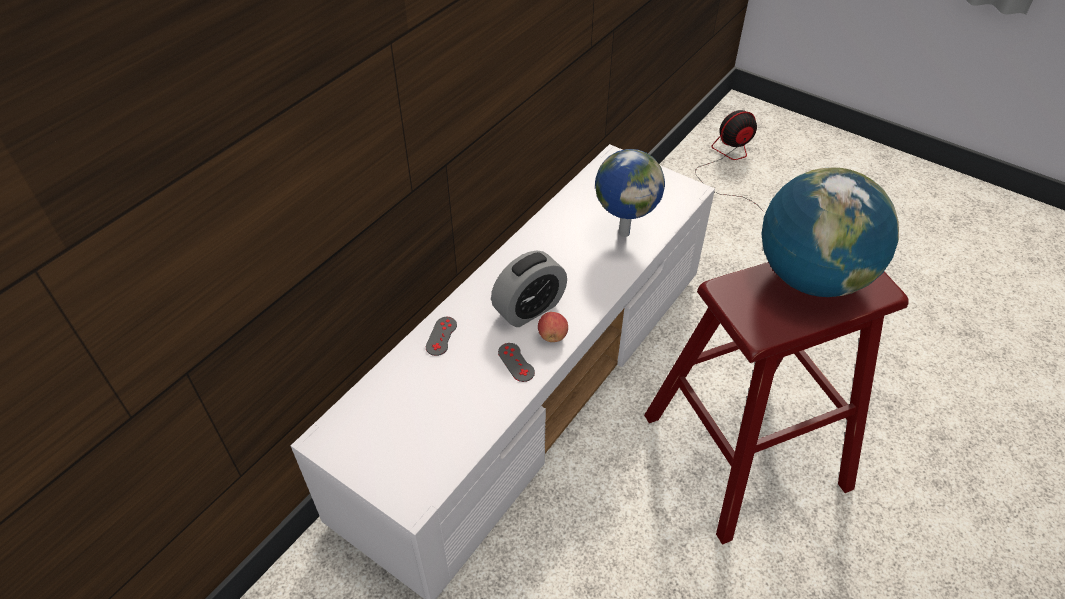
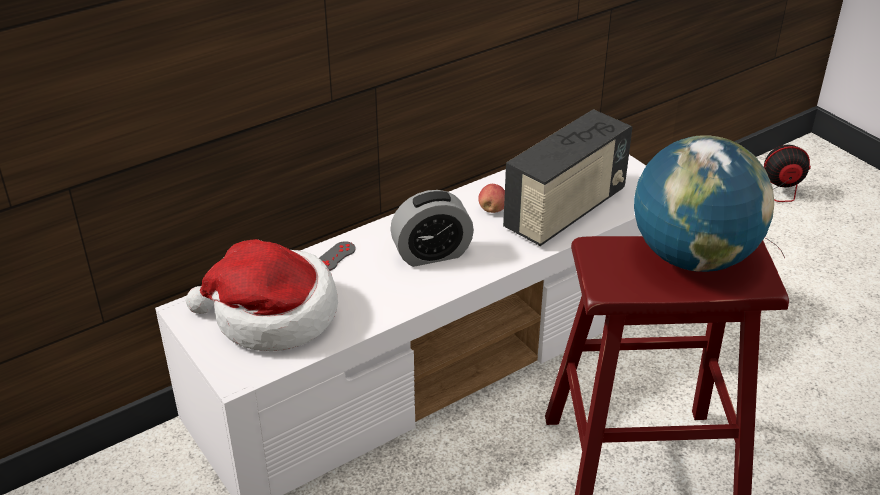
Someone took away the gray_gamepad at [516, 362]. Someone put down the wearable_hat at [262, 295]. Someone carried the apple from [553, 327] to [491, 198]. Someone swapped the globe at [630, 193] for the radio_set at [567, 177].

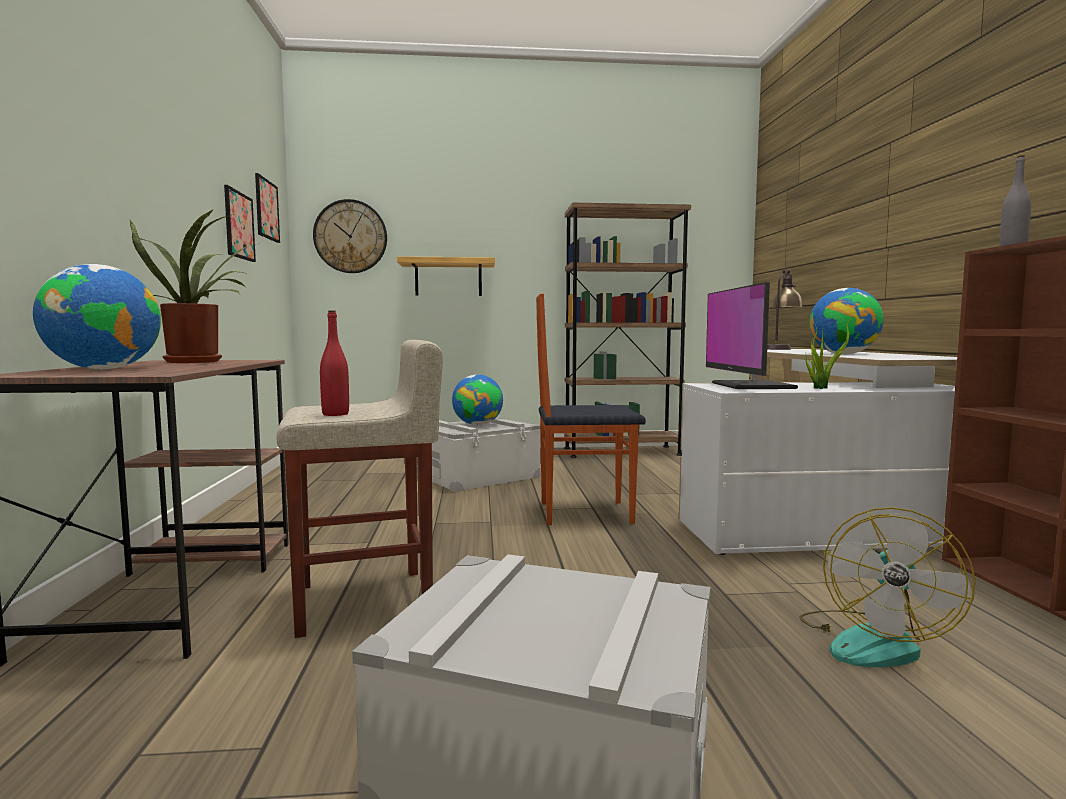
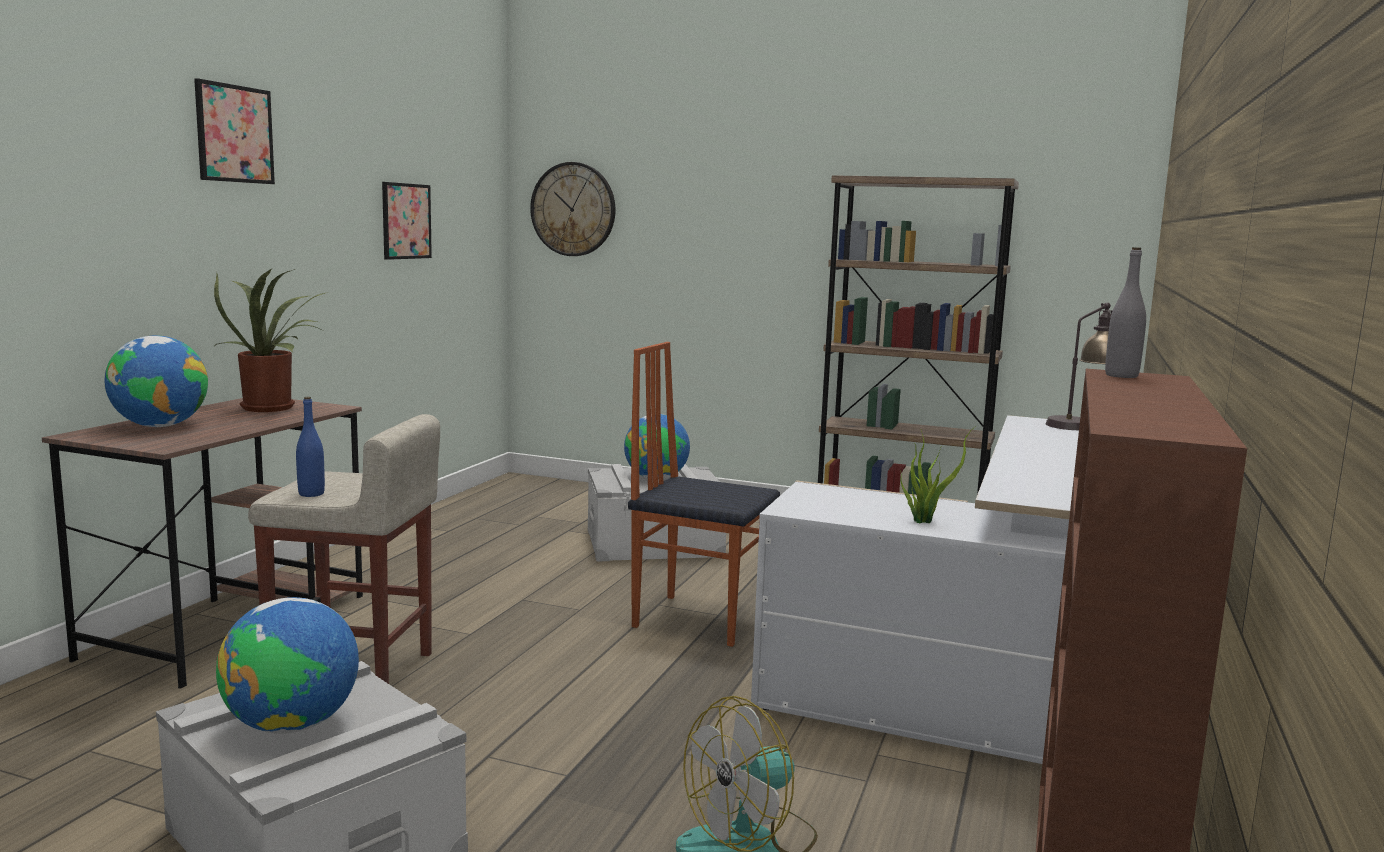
Someone took away the wall_shelf at [446, 276]. Someone took away the computer_display at [752, 335]. Someone carried the picture from [267, 208] to [234, 131]. Someone carried the globe from [846, 321] to [287, 665]. Someone repainted the red-coloured_bottle at [334, 363], which became the blue_bottle at [310, 447].

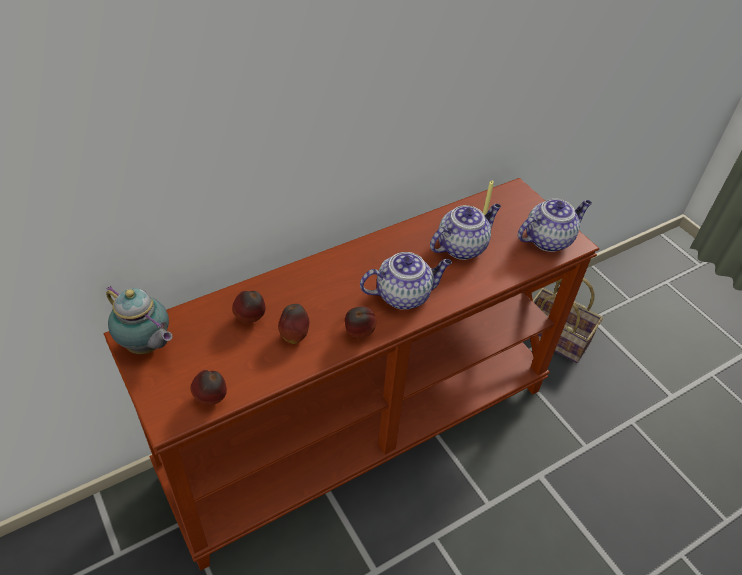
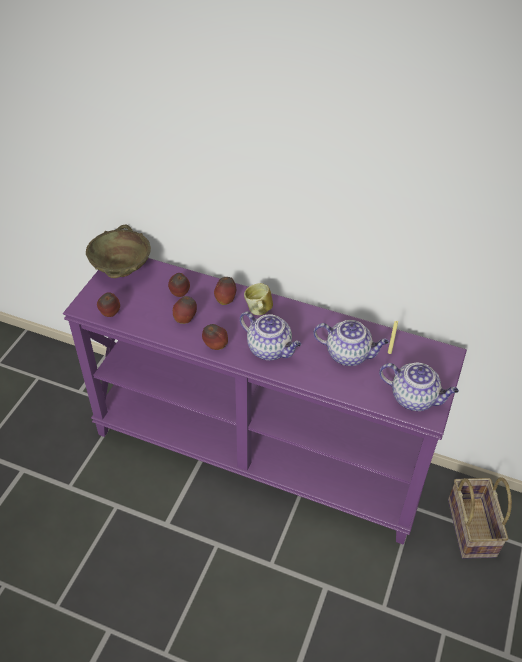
Someone put down the apple at [225, 291]. Someone put down the tea_mug at [258, 299]. Someone swapped the pot_for_tea at [139, 320] for the beige_bowl at [118, 251]. Someone repainted the brown-coloured_narrow_table at [351, 374], which became the purple-coloured_narrow_table at [265, 401].

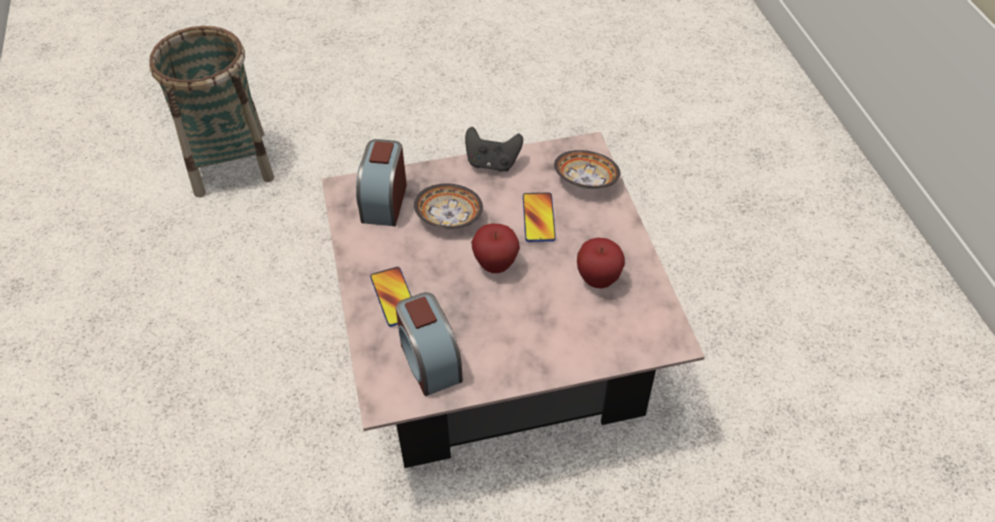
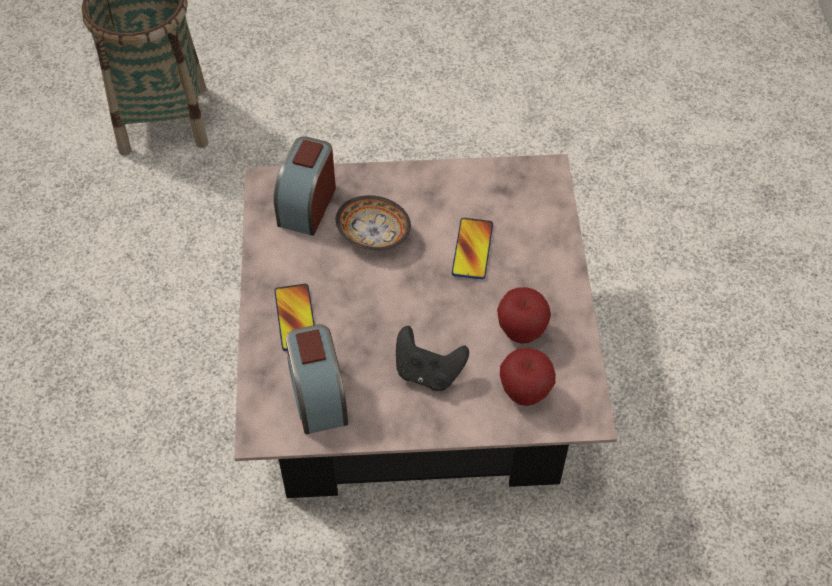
Someone took away the bowl at [587, 169]. Someone carried the black-coloured_gamepad from [494, 149] to [432, 358]. Someone carried the apple from [495, 248] to [528, 377].

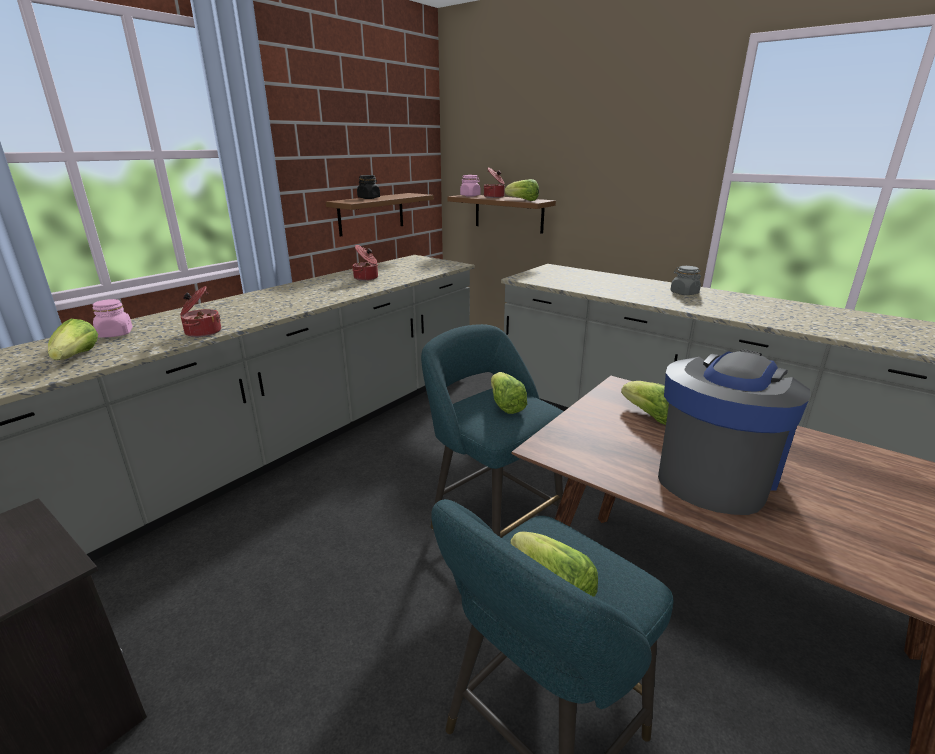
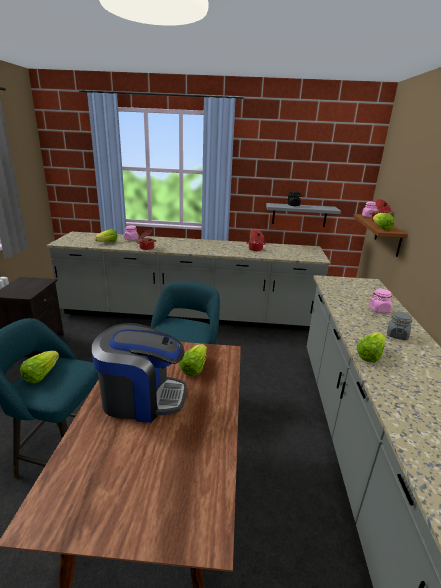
Someone put down the pinkish_jar at [381, 301]. Someone carried the lettuce from [509, 393] to [371, 347]. Someone repainted the brown-coloured_wall_shelf at [380, 215], which became the gray_wall_shelf at [303, 215].

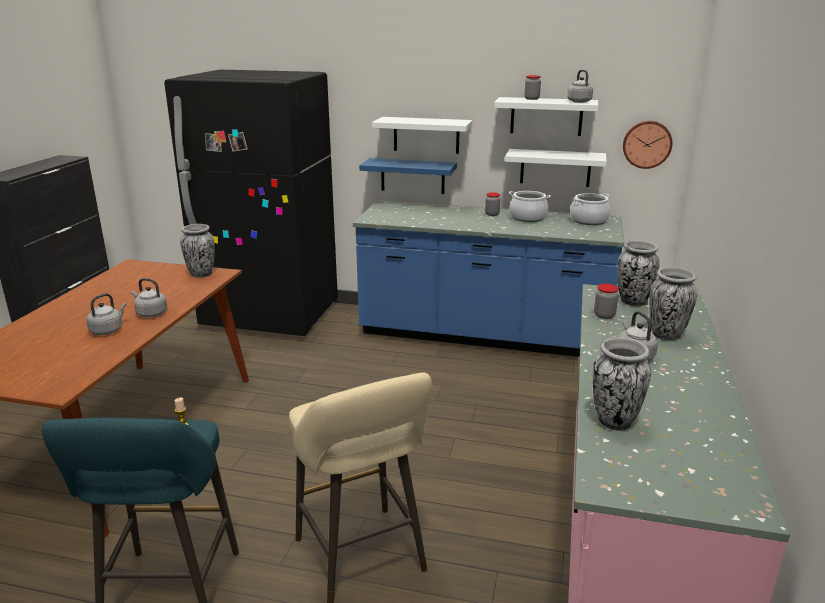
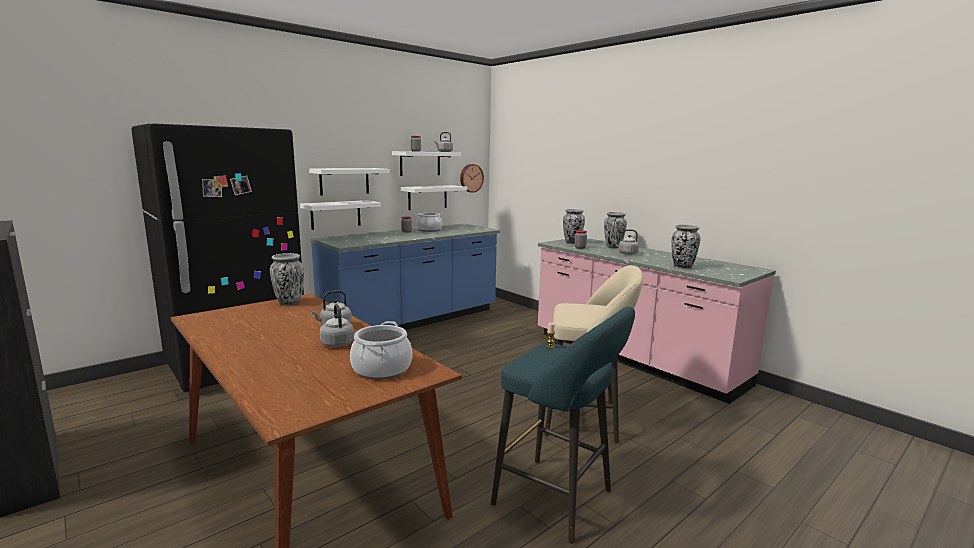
Someone carried the saucepot from [590, 209] to [381, 350]. Someone repainted the blue_wall_shelf at [408, 176], which became the white-coloured_wall_shelf at [340, 215].

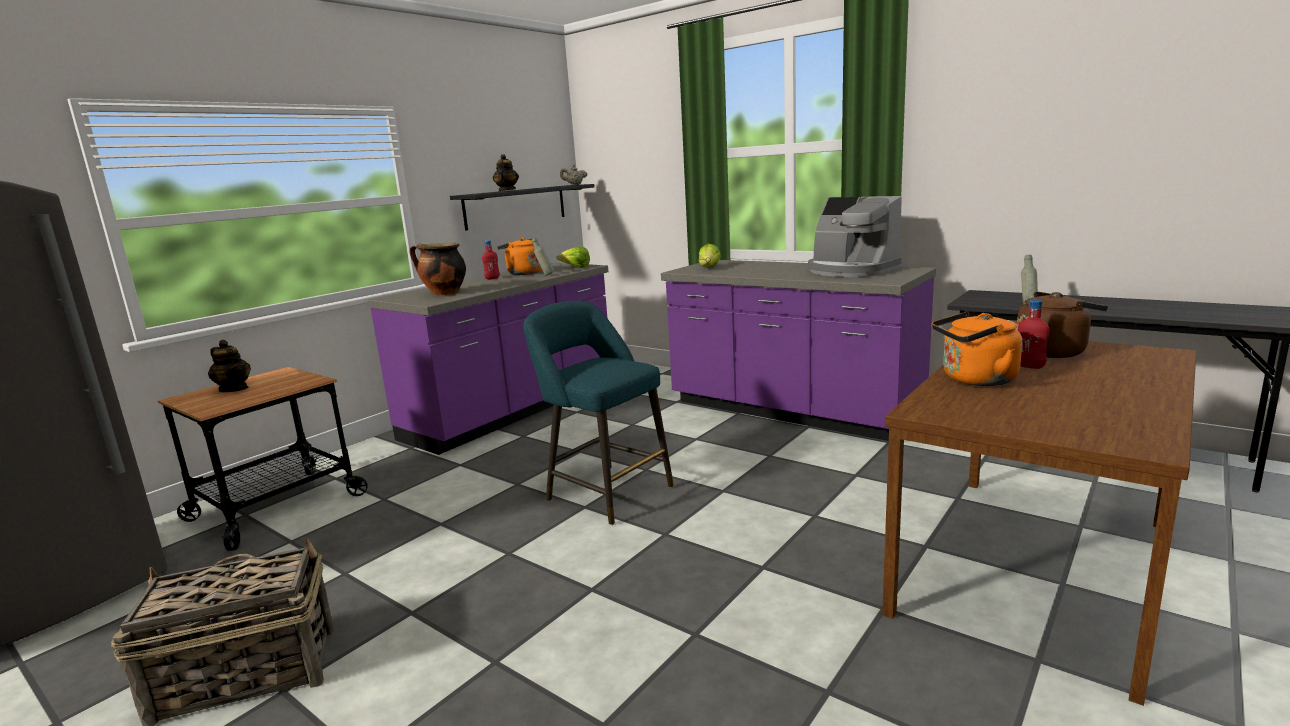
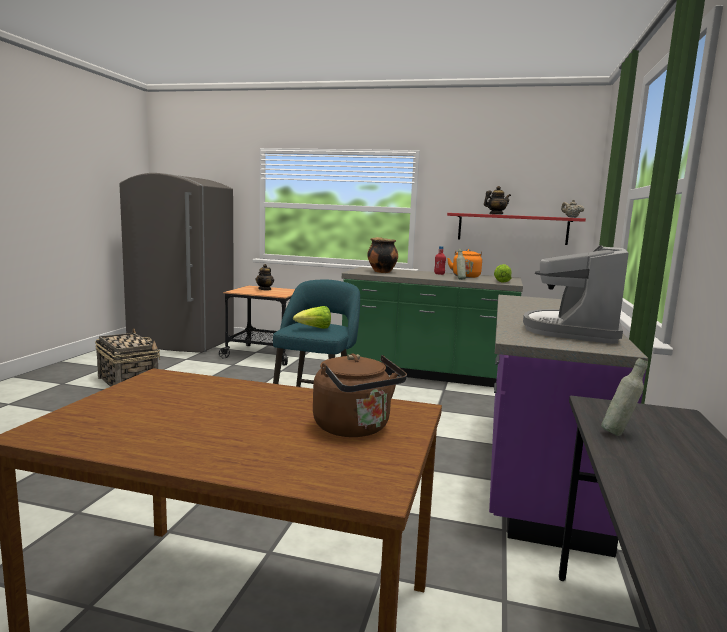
Someone took away the orange_tea_kettle at [977, 349]. Someone took away the red-coloured_bottle at [1034, 334]. Someone carried the lettuce from [710, 255] to [312, 317]. Someone repainted the purple-coloured_kitchen_counter at [488, 359], which became the green_kitchen_counter at [432, 327]. Someone repainted the black-coloured_wall_shelf at [522, 207], which became the red-coloured_wall_shelf at [516, 229].

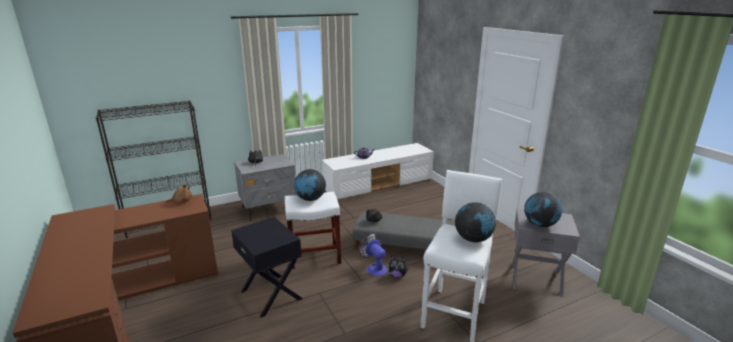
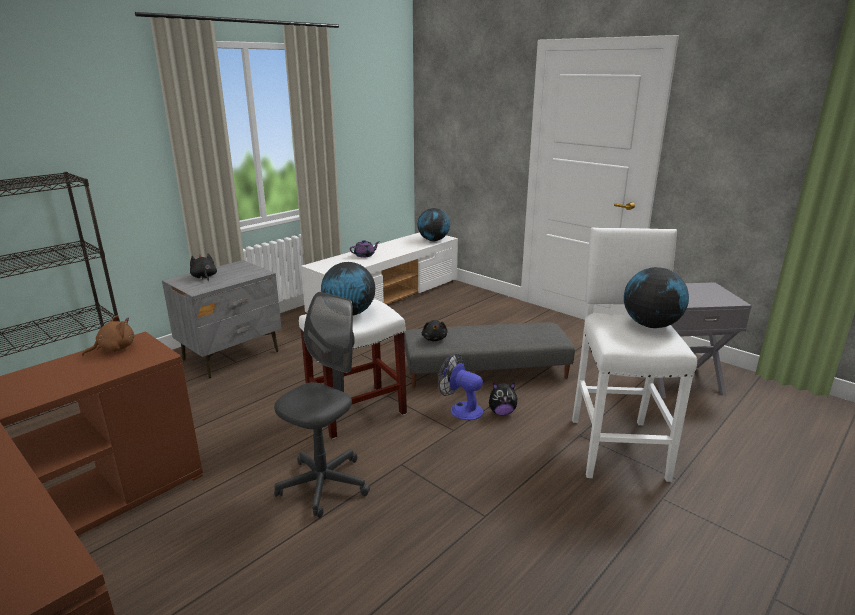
Someone carried the globe from [543, 209] to [434, 224]. Someone swapped the black-coloured_end_table at [267, 267] for the gray_computer_chair at [322, 405].

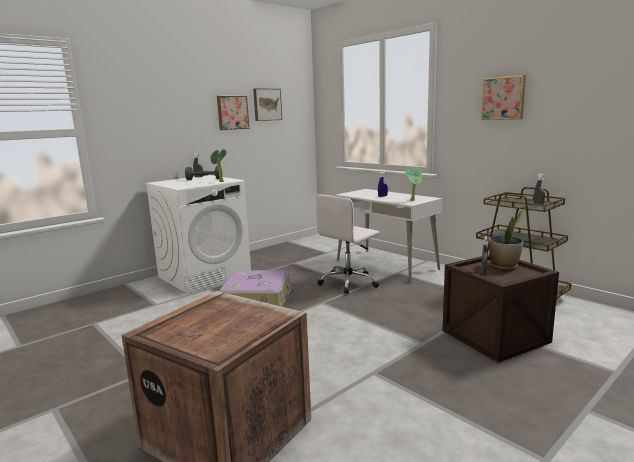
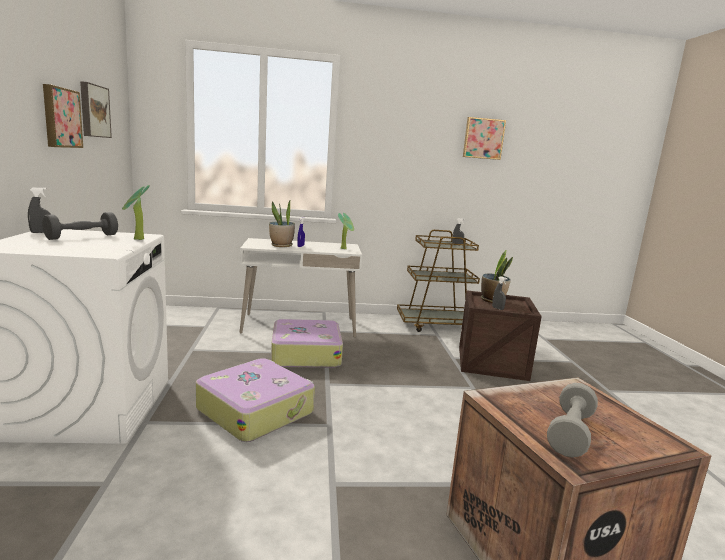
Someone put down the potted_plant at [282, 224]. Someone put down the gray_free_weight at [572, 420]. Someone carried the picture from [503, 97] to [484, 138]. Someone swapped the white-coloured_computer_chair at [347, 244] for the piece_of_luggage at [307, 343].

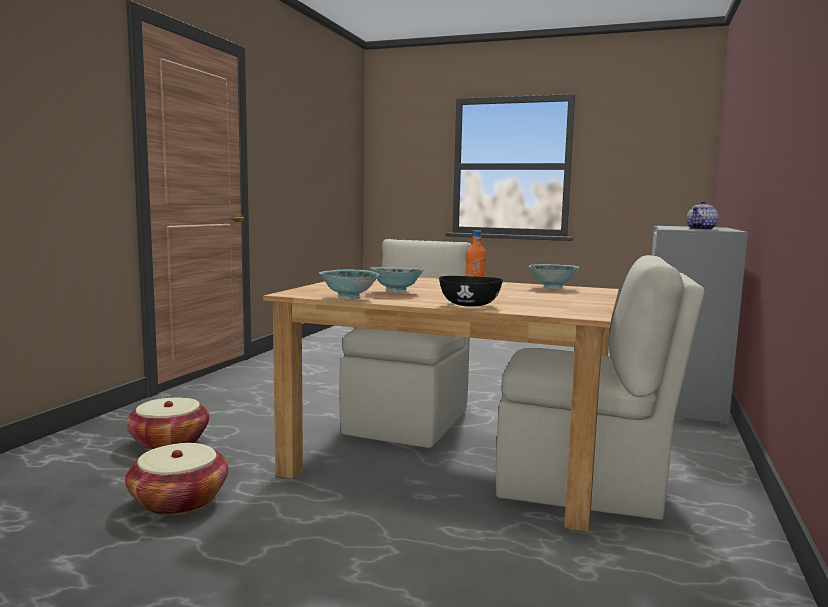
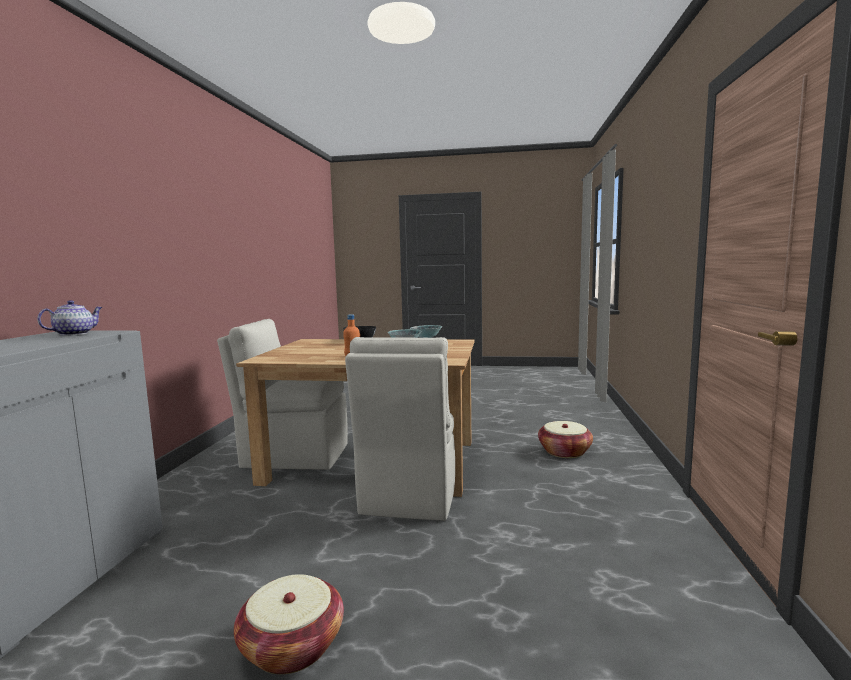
Someone took away the bowl at [554, 276]. Someone carried the household_basket from [176, 479] to [289, 624].

